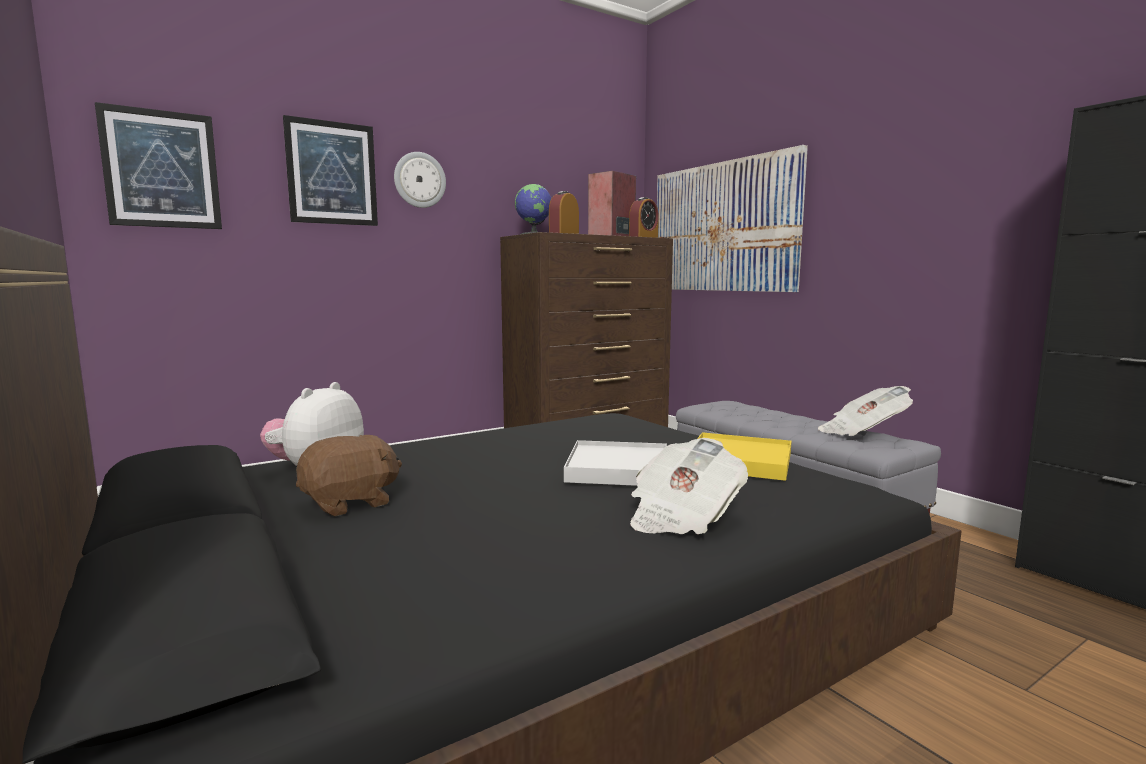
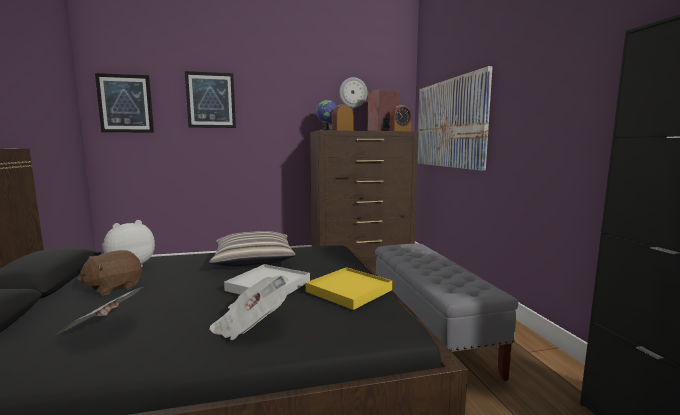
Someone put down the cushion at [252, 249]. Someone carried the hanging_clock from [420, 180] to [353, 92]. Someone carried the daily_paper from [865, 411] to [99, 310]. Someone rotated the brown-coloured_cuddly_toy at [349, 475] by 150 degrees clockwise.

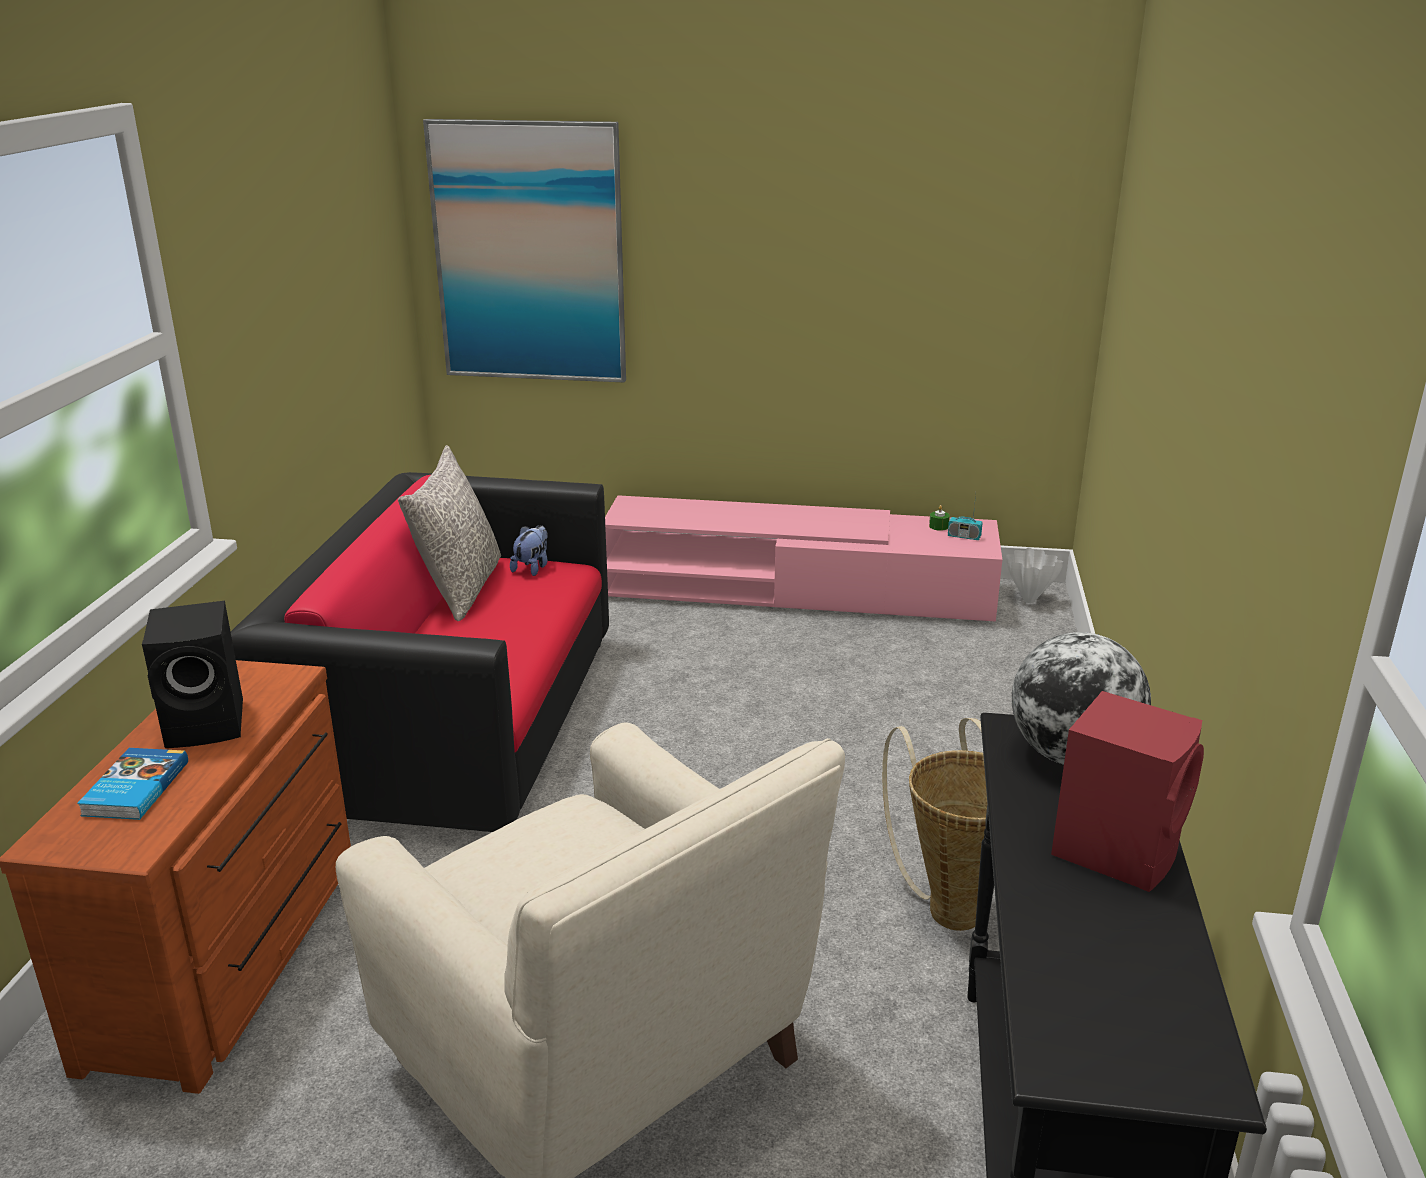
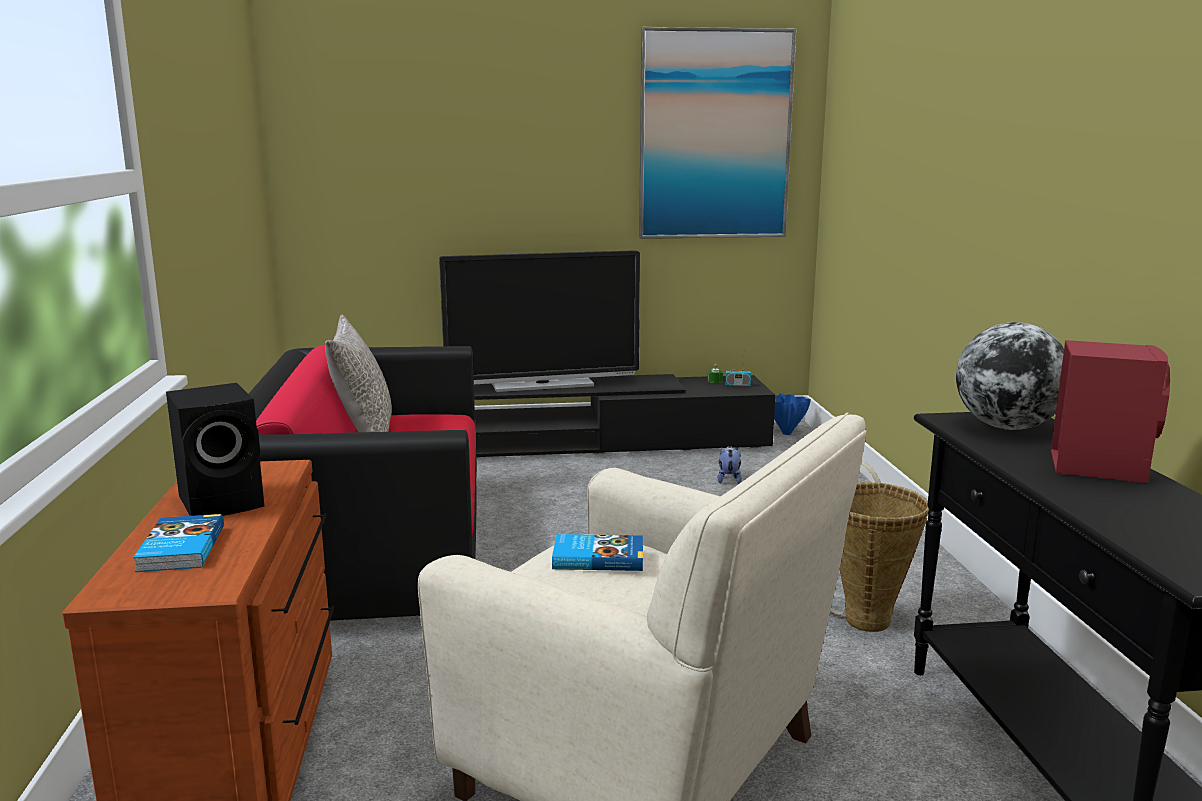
Someone put down the TV at [539, 321]. Someone put down the volume at [597, 552]. Someone carried the picture from [524, 250] to [717, 133]. Someone carried the cuddly_toy from [529, 550] to [730, 465]. Someone repainted the pinkish_media_console at [803, 558], which became the black-coloured_media_console at [624, 415]. Someone repainted the white-coloured_decorative_vase at [1035, 575], which became the blue_decorative_vase at [792, 414].

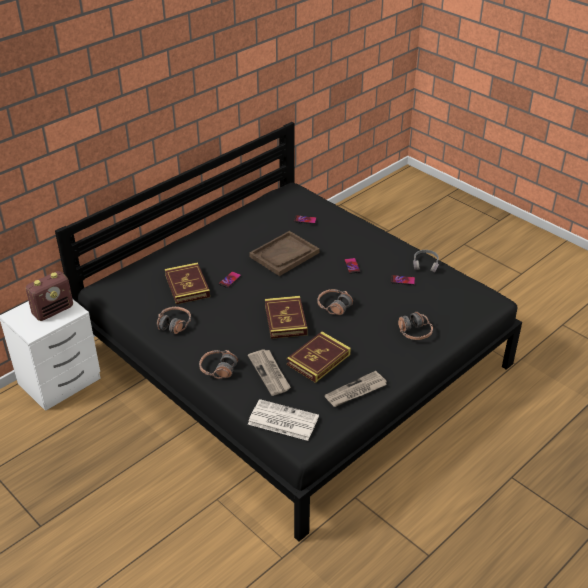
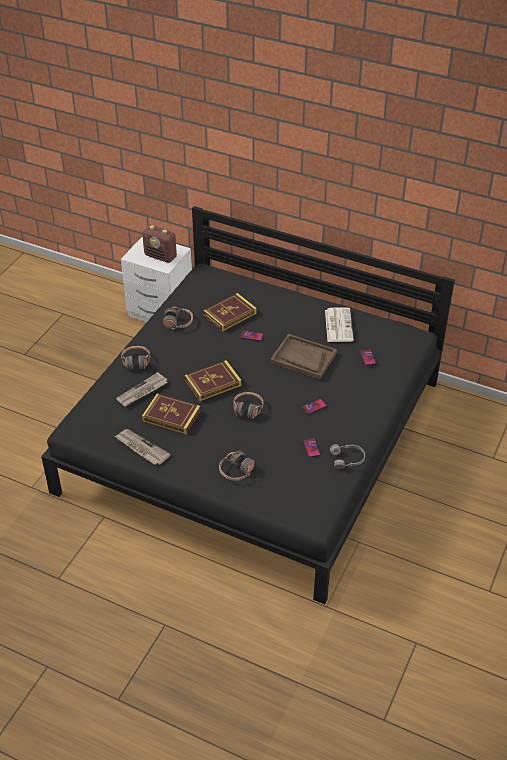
Someone carried the daily_paper from [283, 420] to [339, 324].

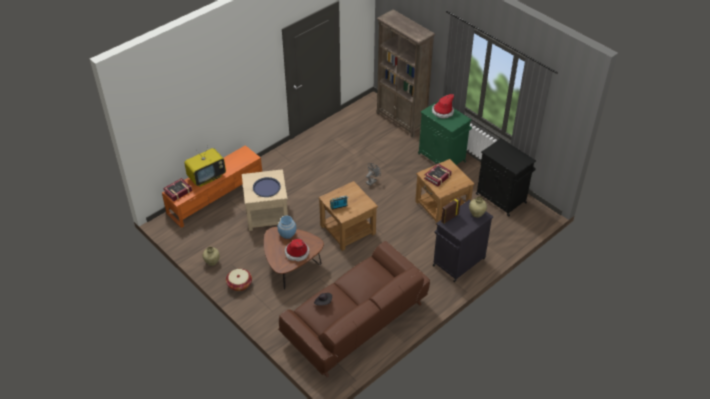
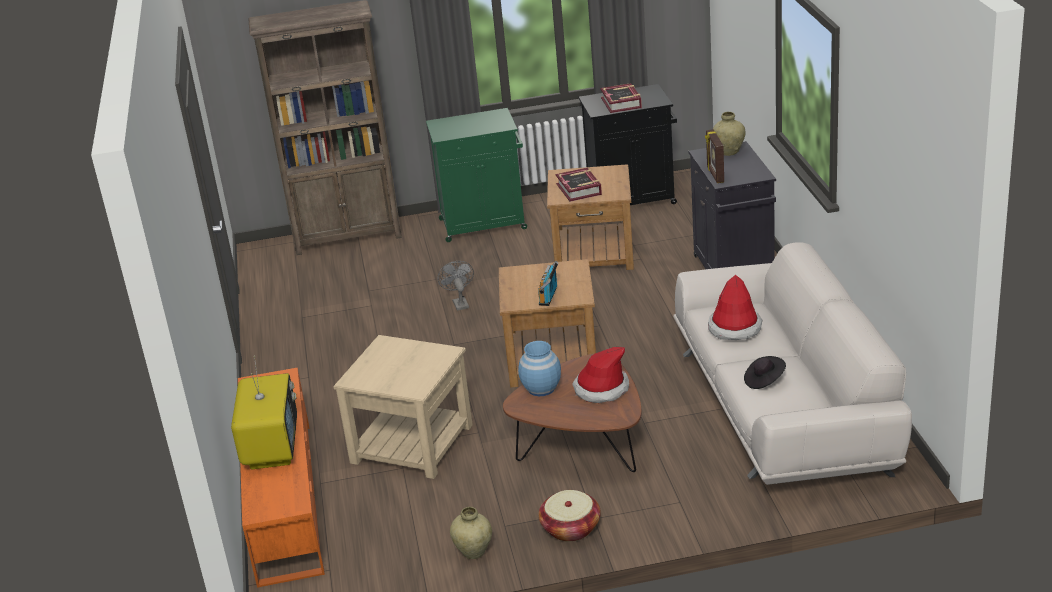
Someone took away the blue_tray at [267, 187]. Someone carried the volume from [177, 189] to [621, 98]. Someone carried the wearable_hat from [443, 106] to [735, 307]. Someone repainted the brown-coloured_sofa at [354, 309], which became the white-coloured_sofa at [792, 363].

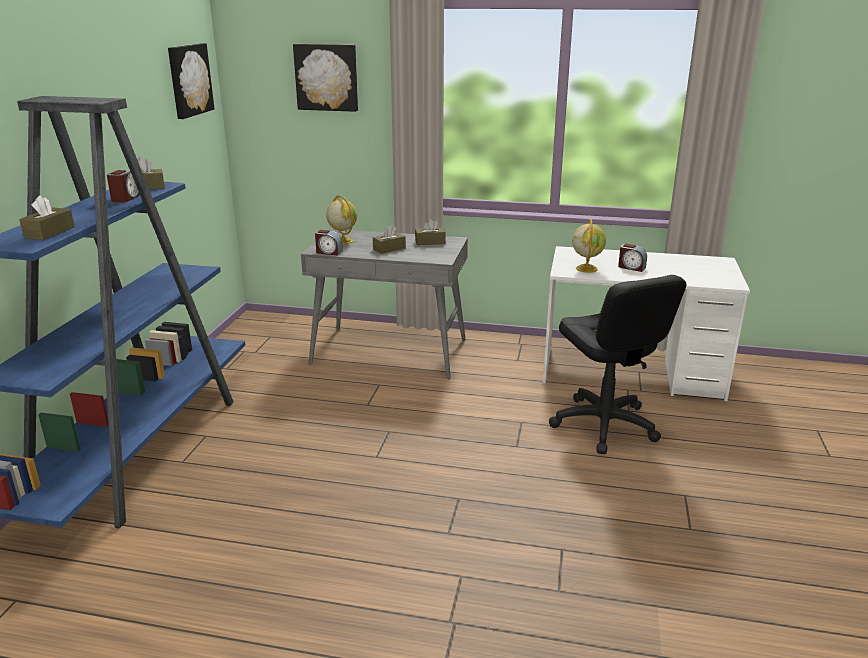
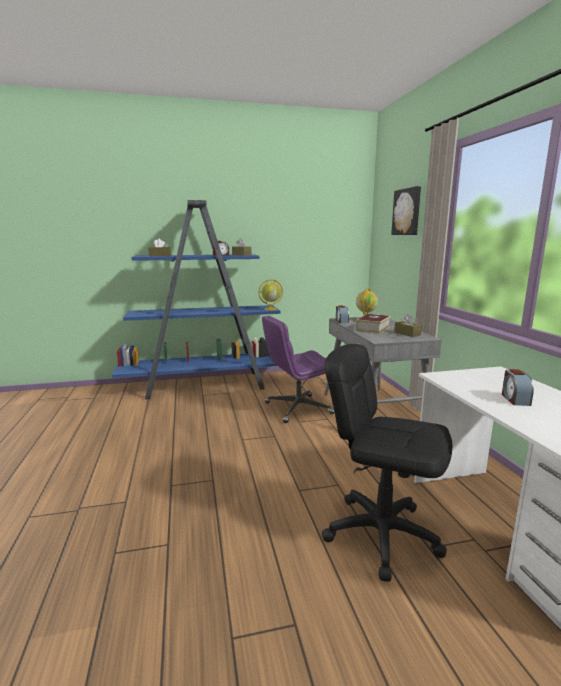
Someone took away the picture at [191, 81]. Someone put down the purple-coloured_computer_chair at [298, 369]. Someone carried the globe from [589, 246] to [270, 294]. Someone swapped the brown-coloured_tissue_holder at [389, 239] for the volume at [373, 324]. Someone rotated the black-coloured_computer_chair at [617, 364] by 75 degrees clockwise.

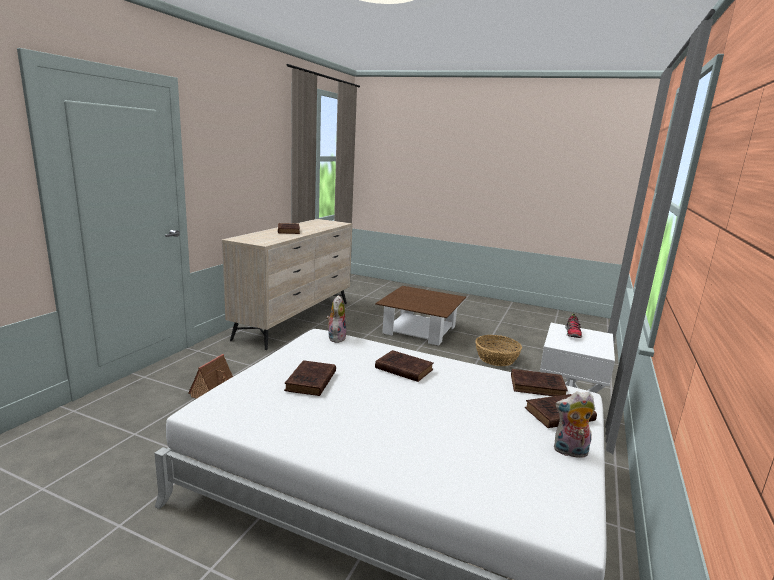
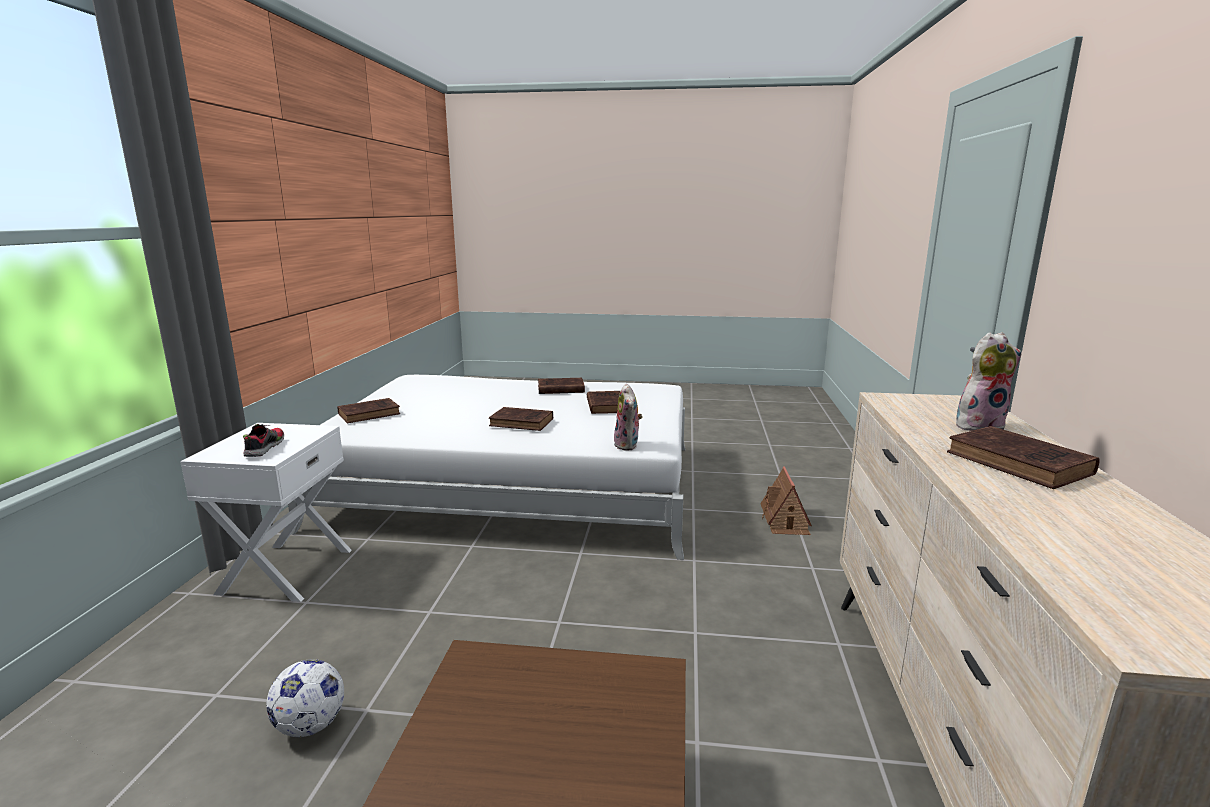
Someone carried the brown-coloured_volume from [539, 382] to [561, 386]. Someone carried the cuddly_toy from [574, 424] to [989, 381]. Someone swapped the household_basket at [498, 350] for the football at [305, 698].

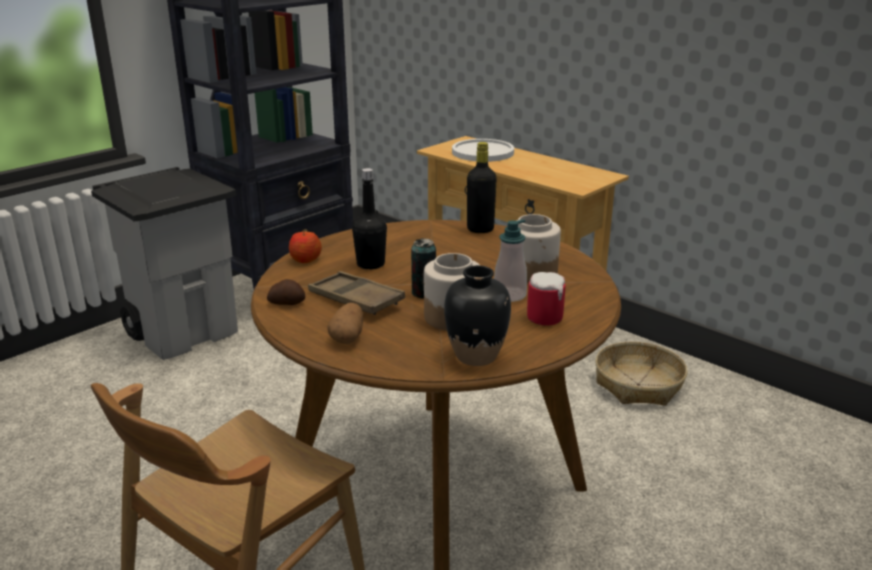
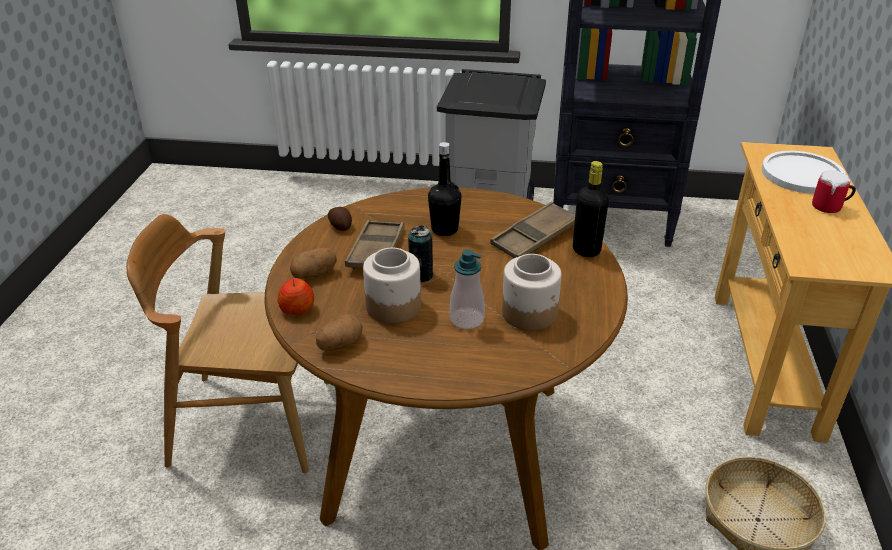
Someone put down the brown-coloured_tray at [532, 230]. Someone carried the apple from [305, 247] to [296, 296]. Someone carried the tea_mug from [546, 298] to [834, 191]. Someone swapped the black-coloured_decorative_vase at [477, 315] for the potato at [339, 332].

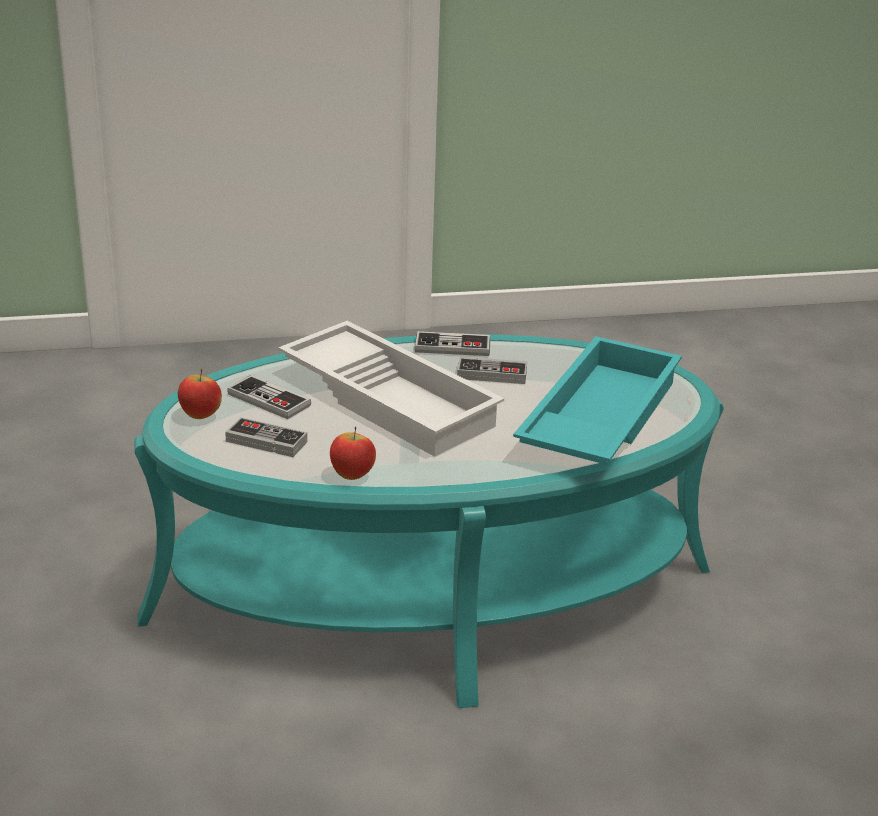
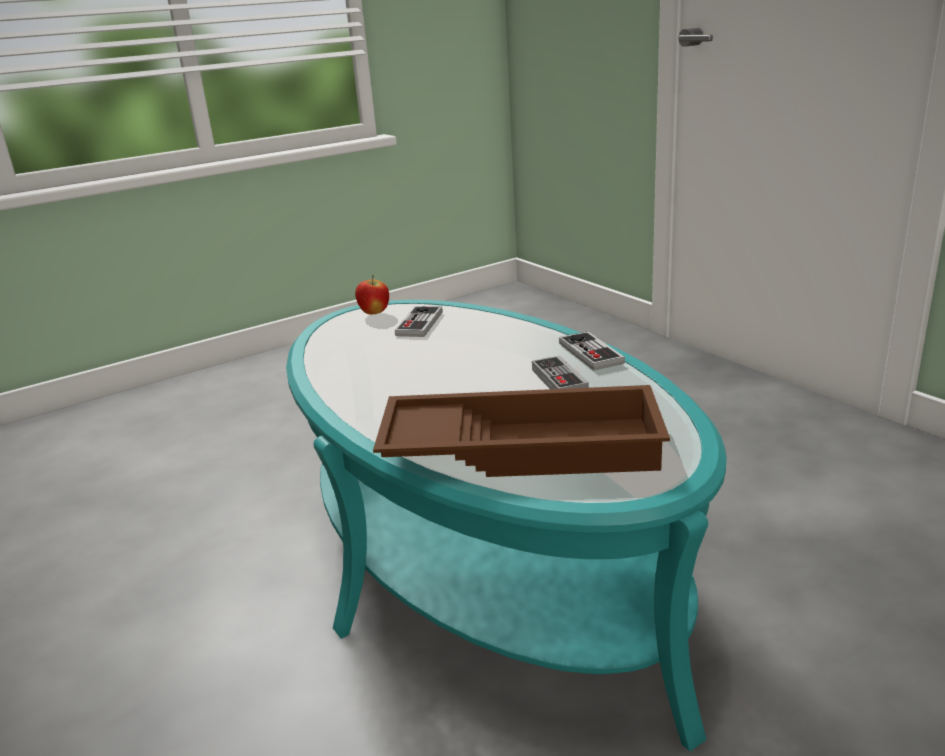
Someone took away the gamepad at [266, 437]. Someone took away the white-coloured_tray at [391, 389]. Someone took away the apple at [353, 453]. Someone repainted the turquoise_tray at [597, 400], which became the brown-coloured_tray at [521, 431].

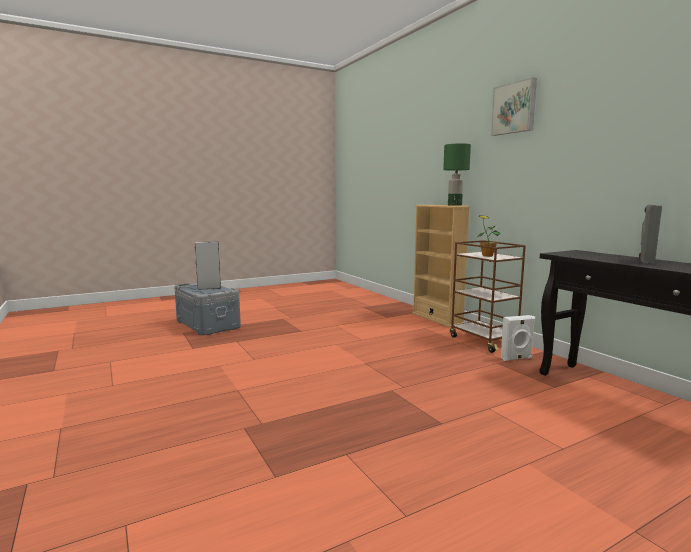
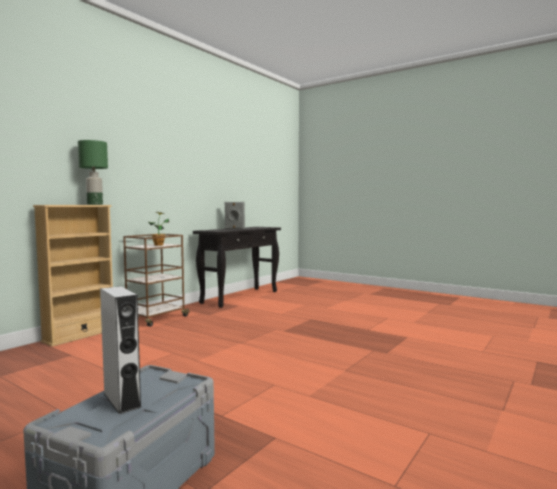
Someone took away the picture at [514, 106]. Someone took away the white-coloured_loudspeaker at [518, 338].

